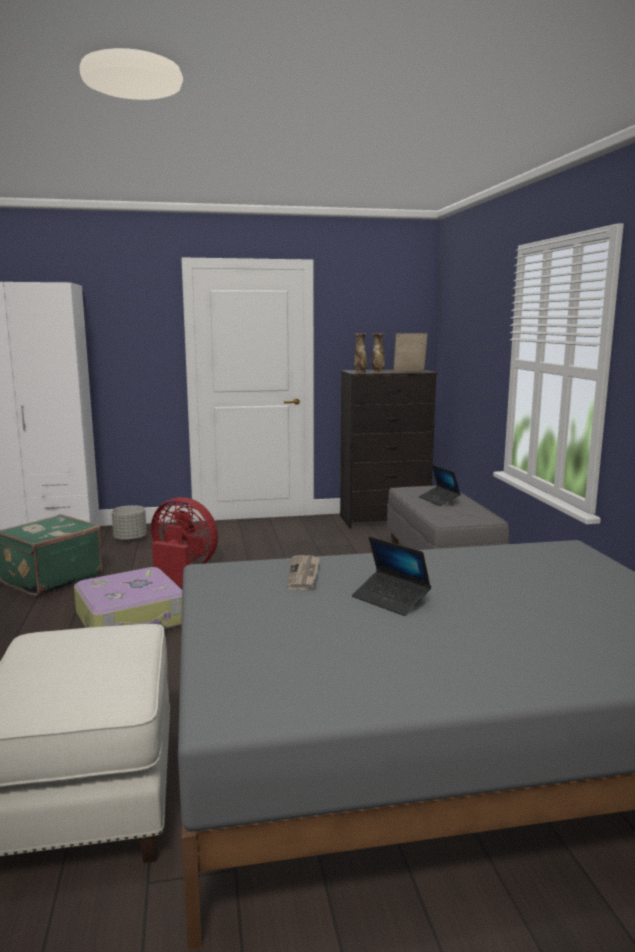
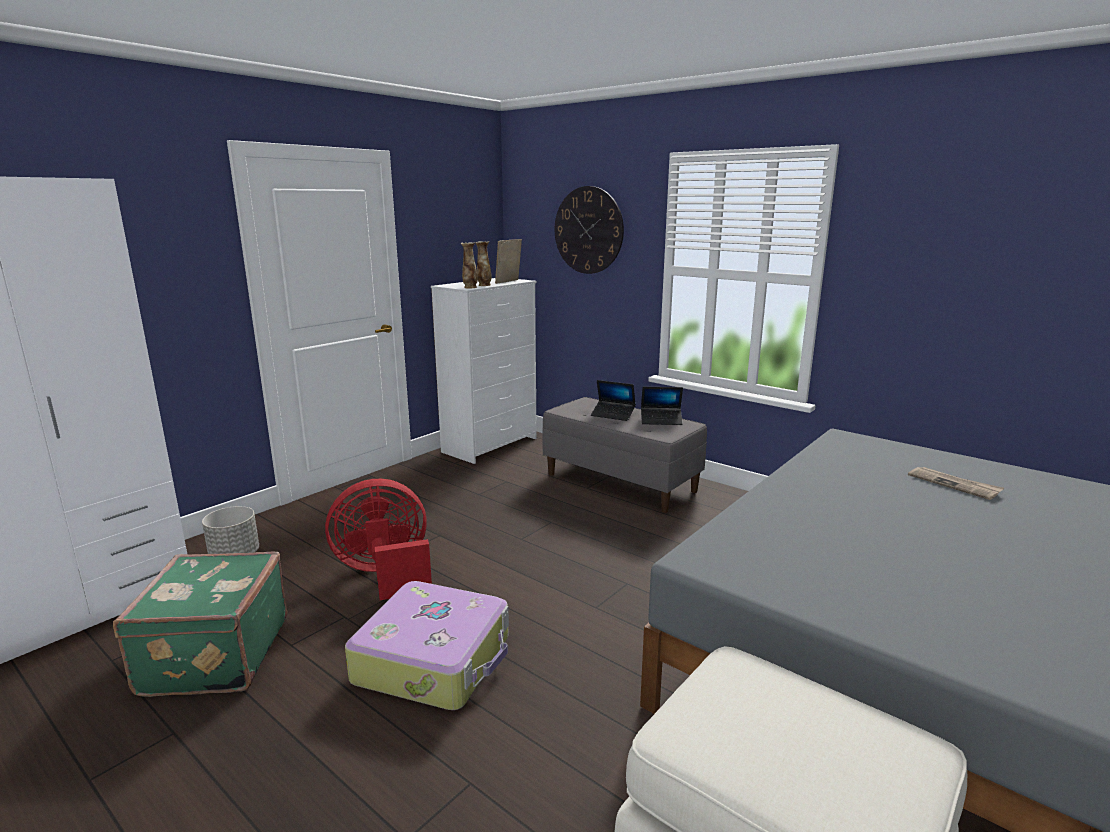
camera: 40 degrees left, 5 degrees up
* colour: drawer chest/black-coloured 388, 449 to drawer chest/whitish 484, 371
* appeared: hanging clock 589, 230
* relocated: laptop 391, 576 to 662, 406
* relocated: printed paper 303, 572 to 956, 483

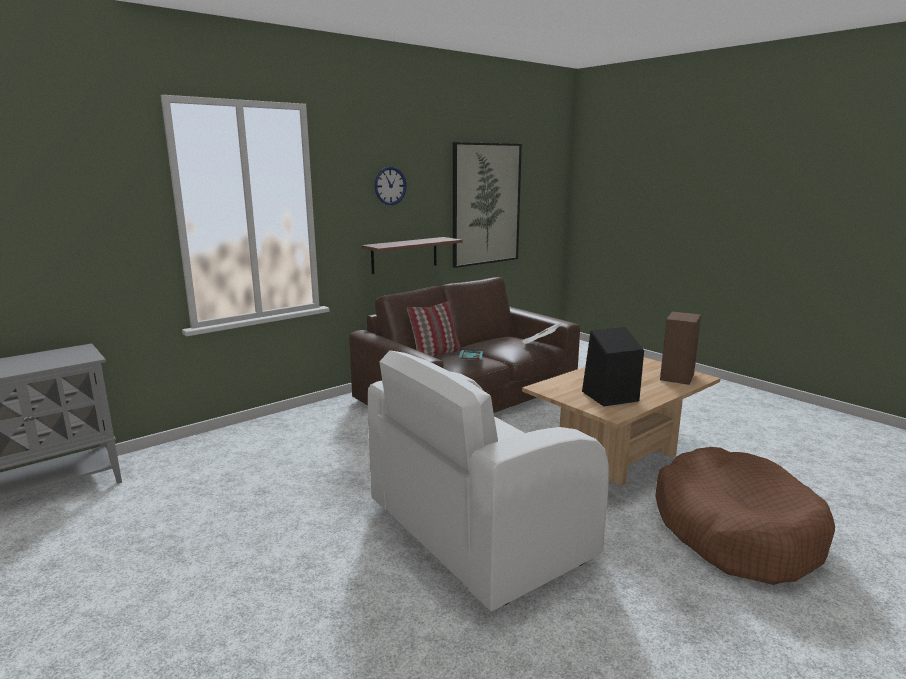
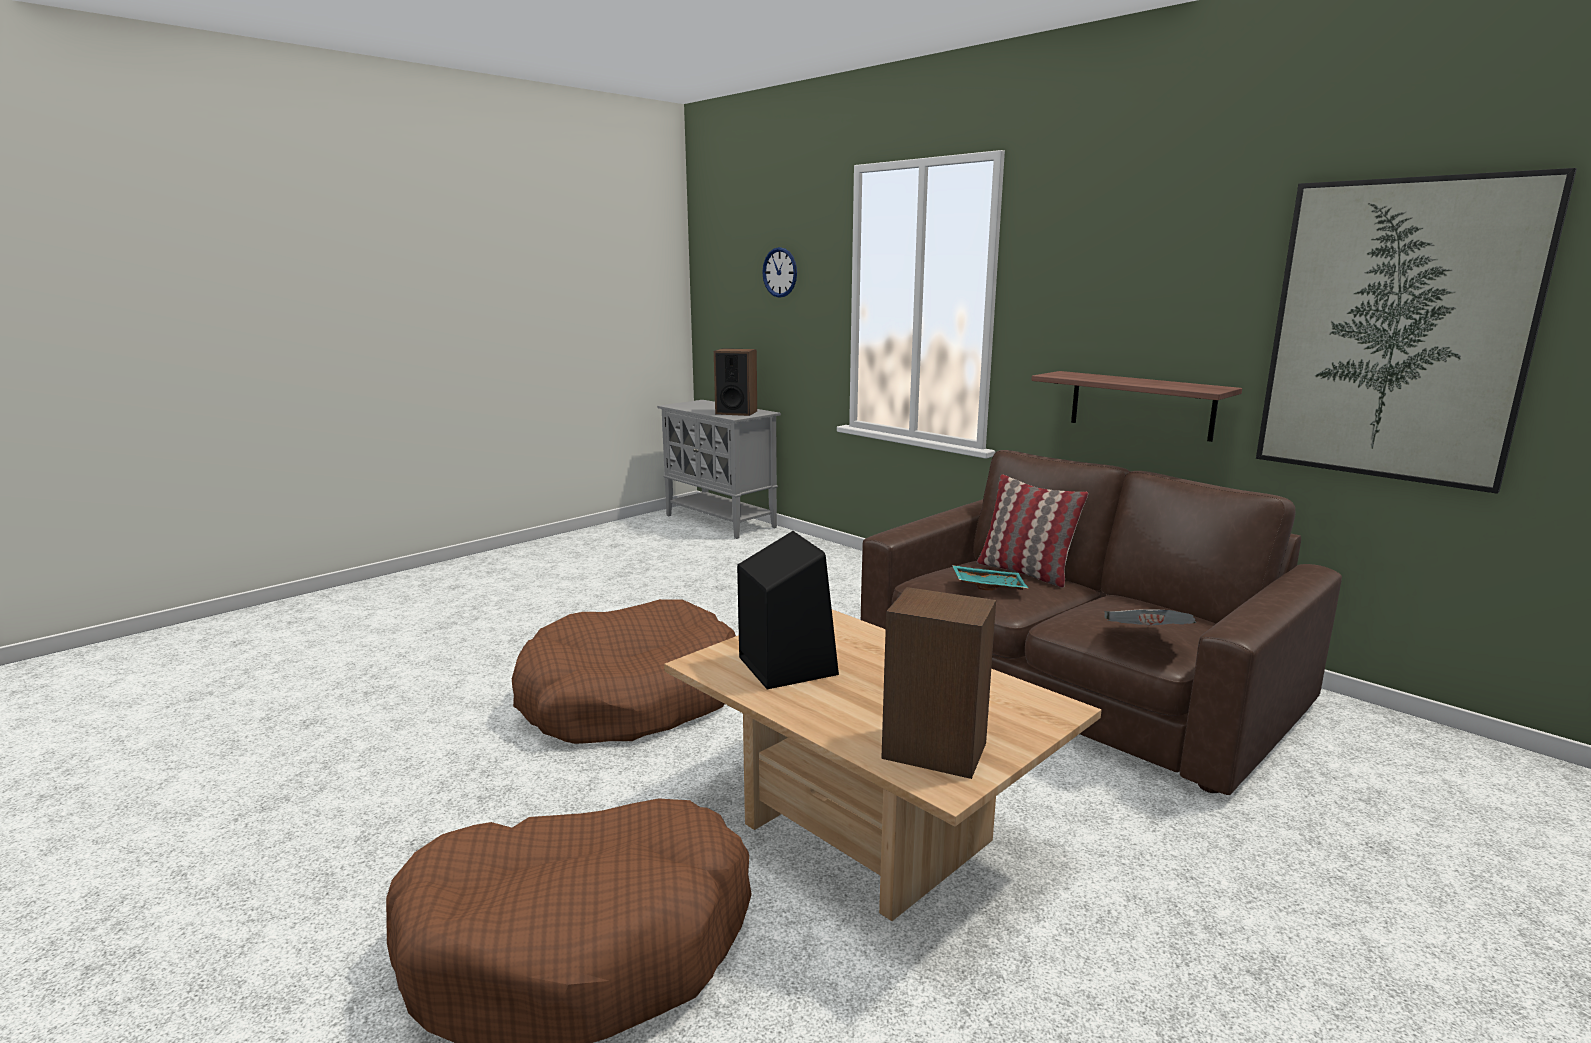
camera: 85 degrees right, 0 degrees up
* exchanged: armchair/whitish 488, 480 to dog bed/brown-coloured 624, 671
* appeared: speaker 735, 382
* relocated: hanging clock 390, 186 to 779, 272

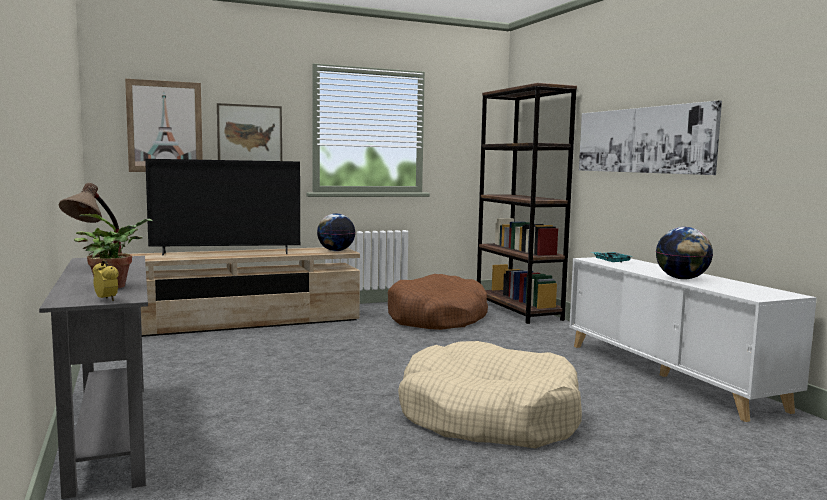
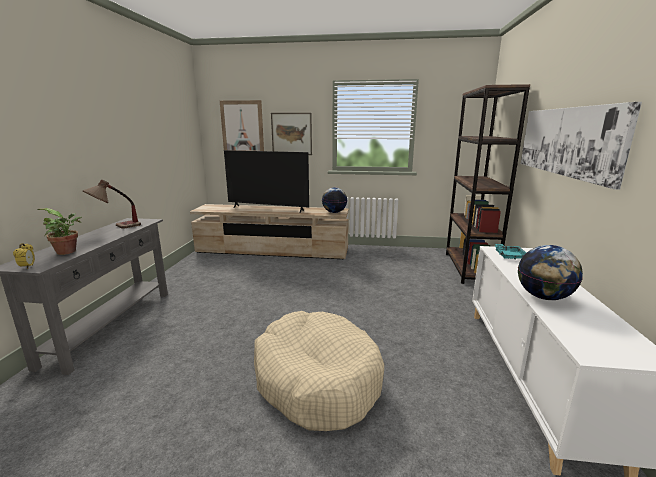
camera: 30 degrees right, 10 degrees up
* missing: dog bed/brown-coloured 438, 302

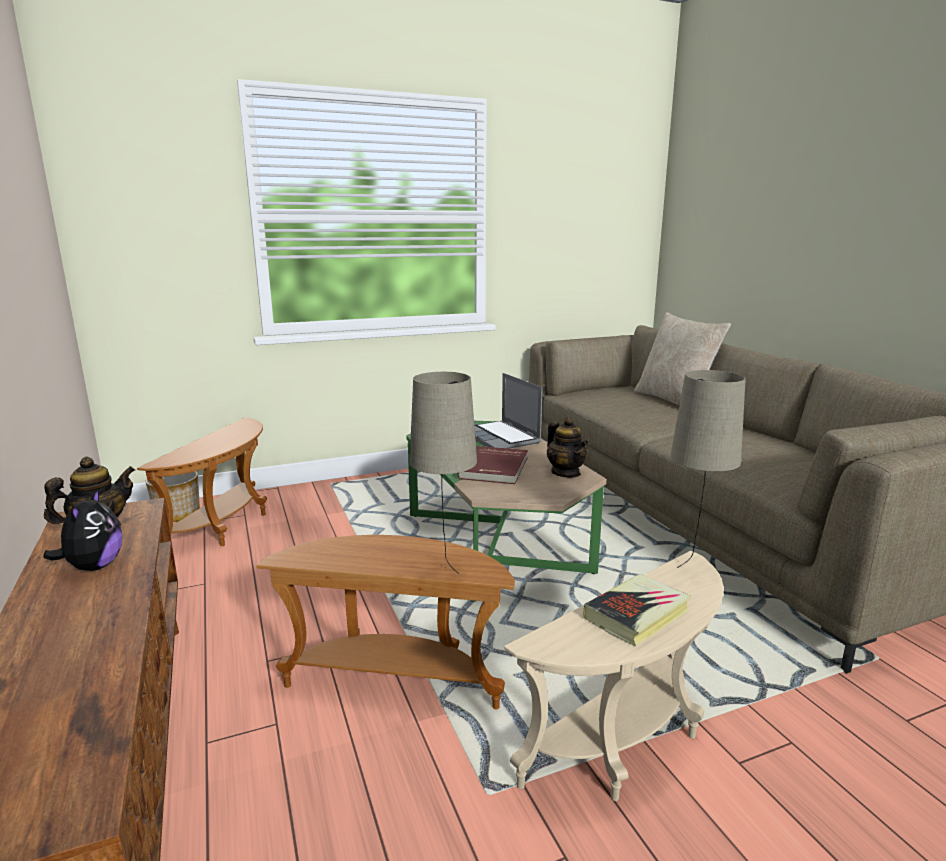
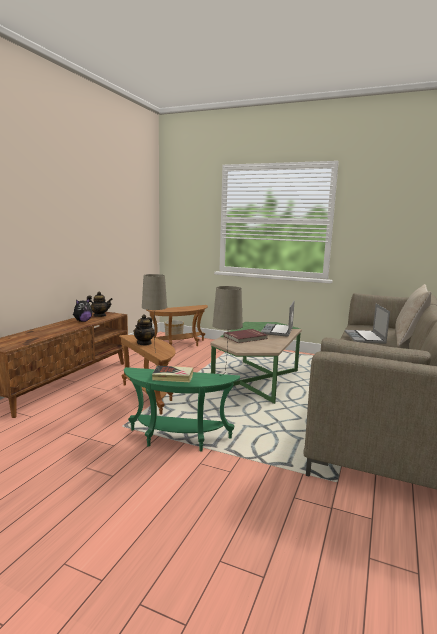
camera: 45 degrees right, 5 degrees down
* colour: accent table/sand-coloured 613, 676 to accent table/green-coloured 182, 409
* relocated: tea pot 568, 447 to 144, 329
* appeared: laptop 367, 324

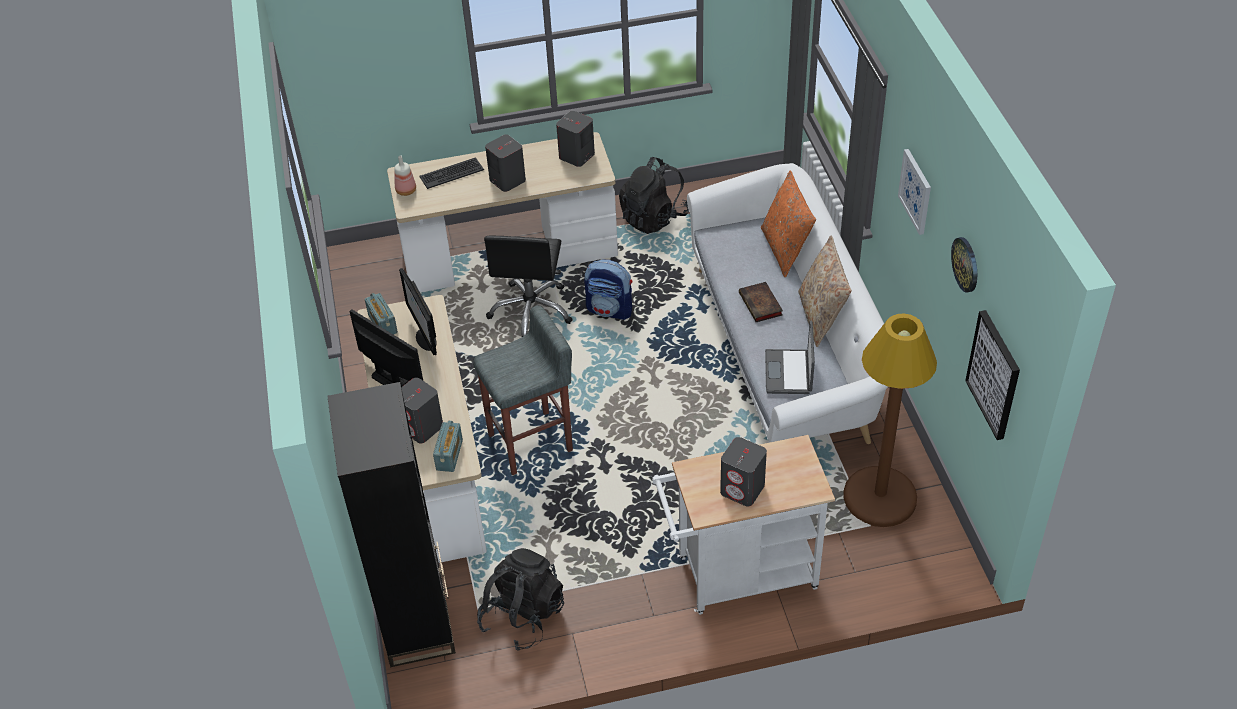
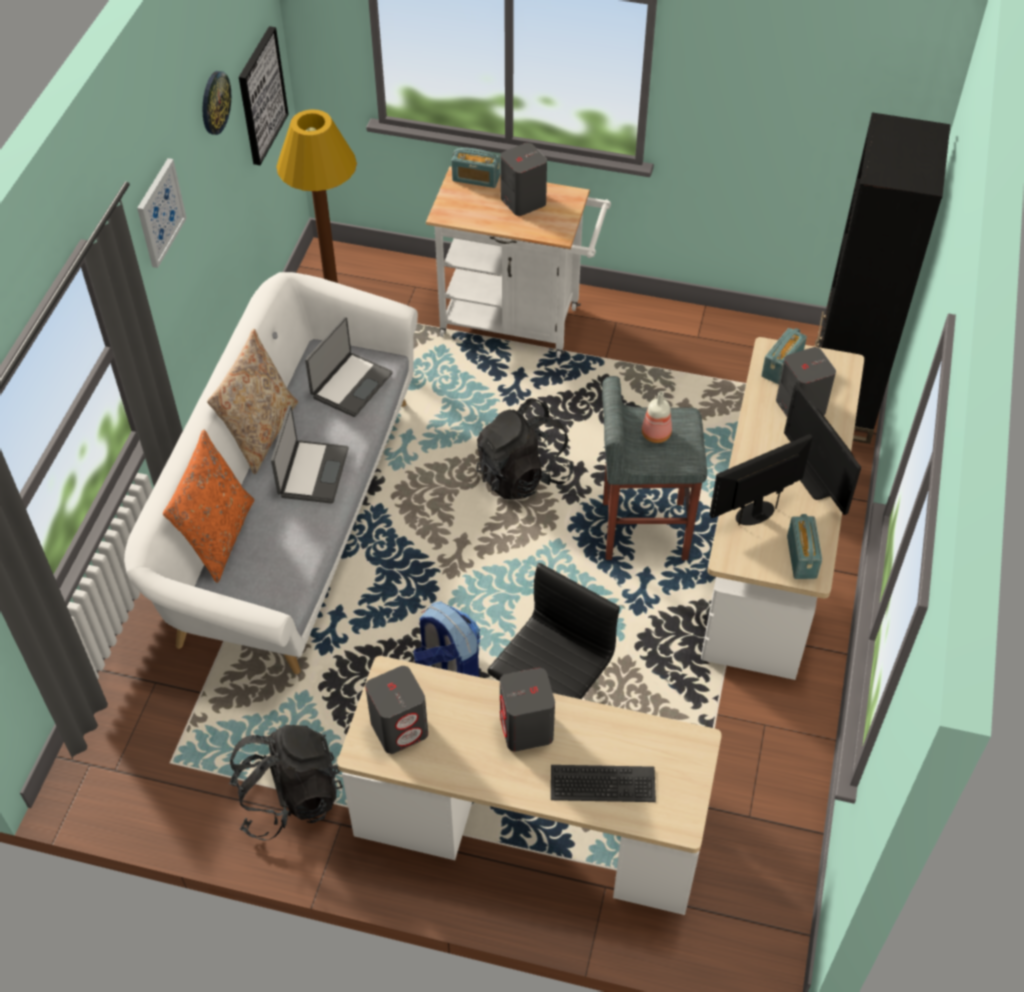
camera: 155 degrees left, 5 degrees up
* exchanged: bound book 761, 302 to laptop 310, 455
* appeared: radio receiver 476, 168
* relocated: rucksack/black-coloured 520, 599 to 525, 448
* relocated: drink bottle 405, 175 to 657, 417
* spun: computer screen 418, 311 = 761, 479 120 degrees counterclockwise

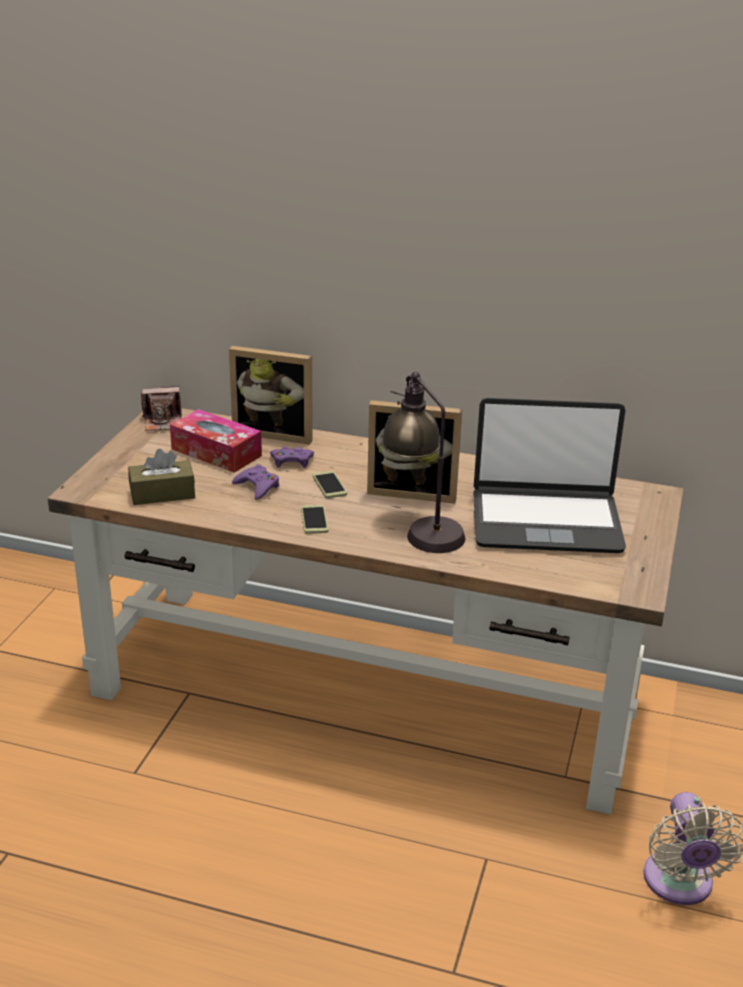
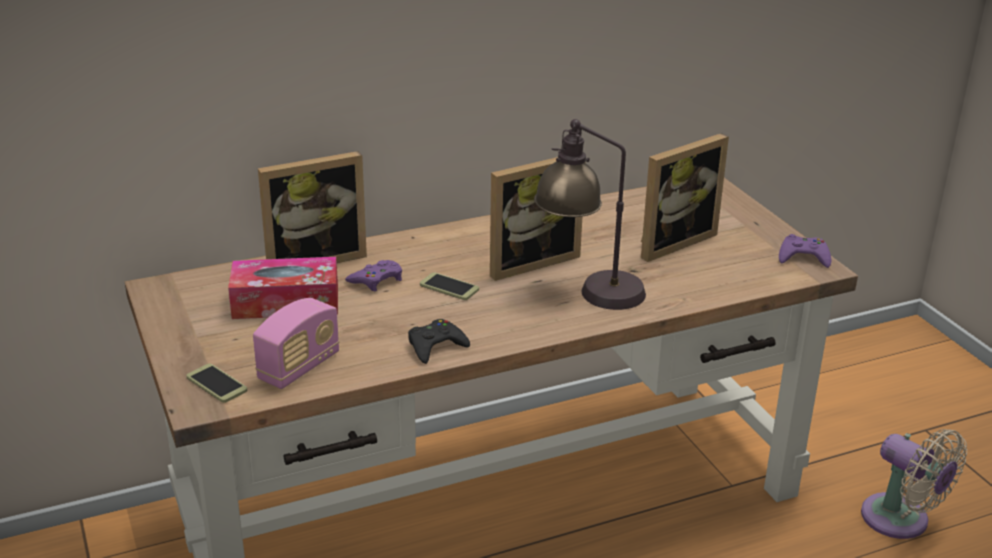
camera: 40 degrees left, 0 degrees up
* relocated: handset 314, 519 to 216, 383
* exchanged: tissue holder/brown-coloured 161, 477 to radio receiver 296, 343
* appeared: joypad/black-coloured 439, 341
* exchanged: laptop 549, 475 to standing frame 685, 197
* relocated: joypad/purple-coloured 255, 482 to 805, 251
* missing: photo camera 161, 408

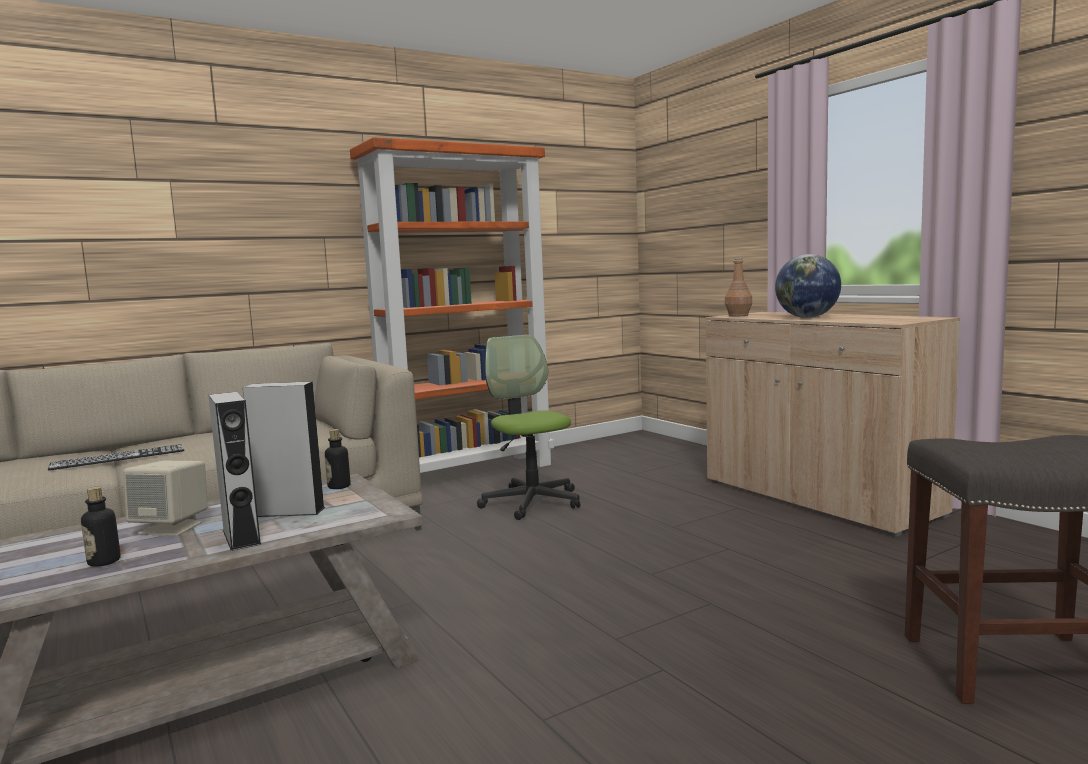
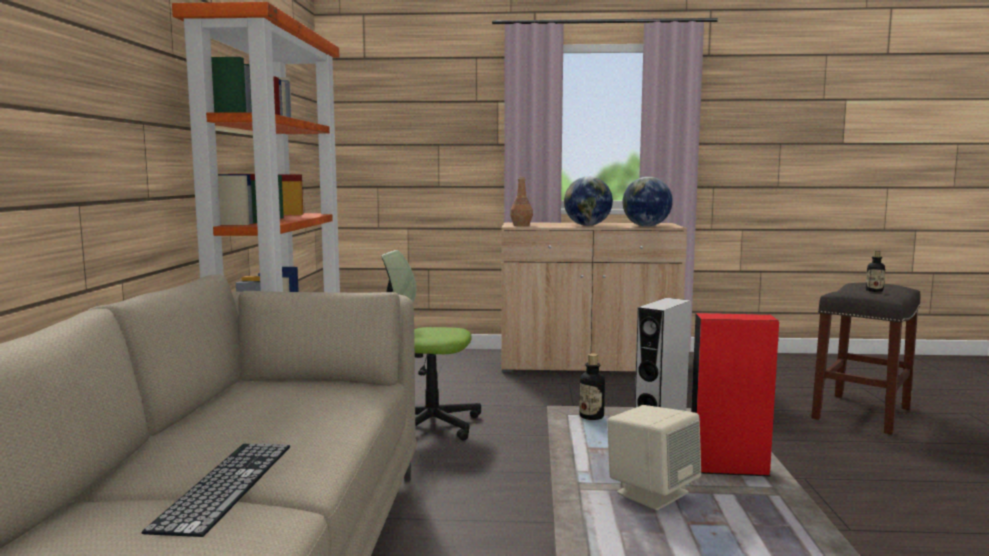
camera: 55 degrees left, 0 degrees up
* appeared: world globe 648, 202
* colour: speaker/greyish 235, 471 to speaker/reddish 735, 395
* relocated: drink bottle 101, 527 to 875, 271

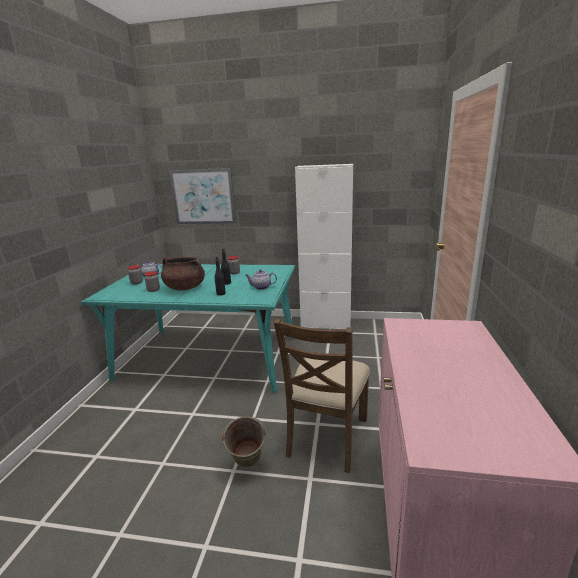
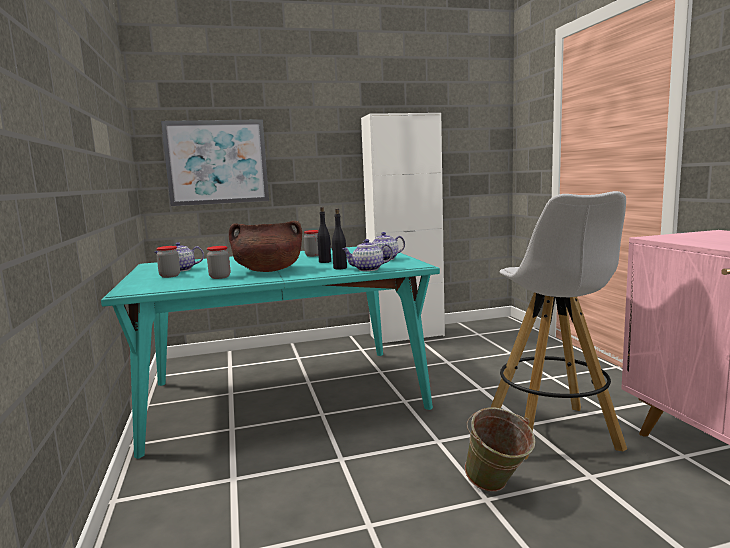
camera: 25 degrees left, 10 degrees down
* appeared: tea pot 367, 255
* exchanged: upright chair/brown-coloured 322, 396 to stool/whitish 558, 325

